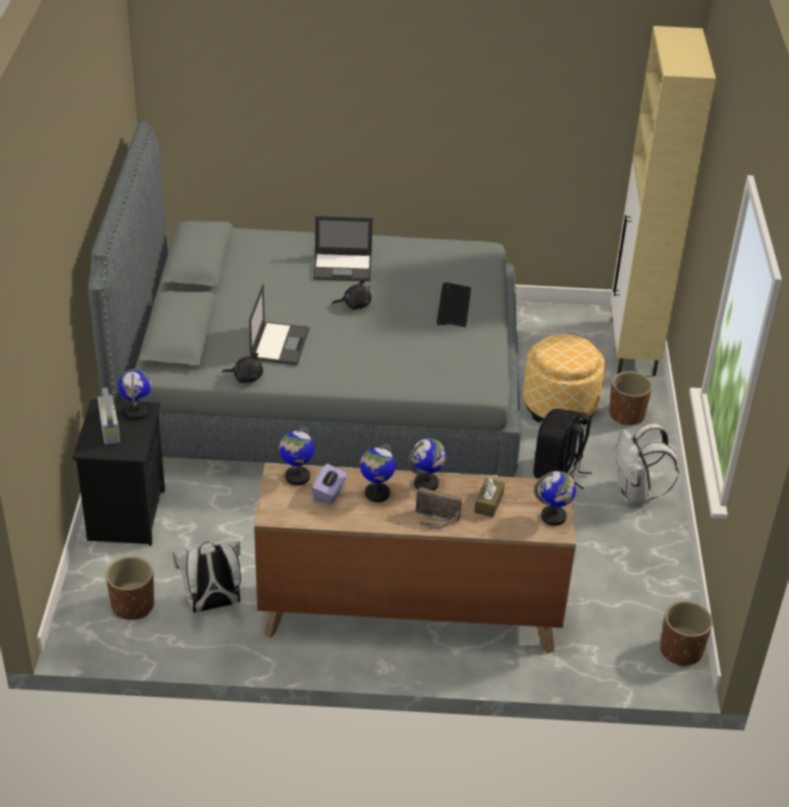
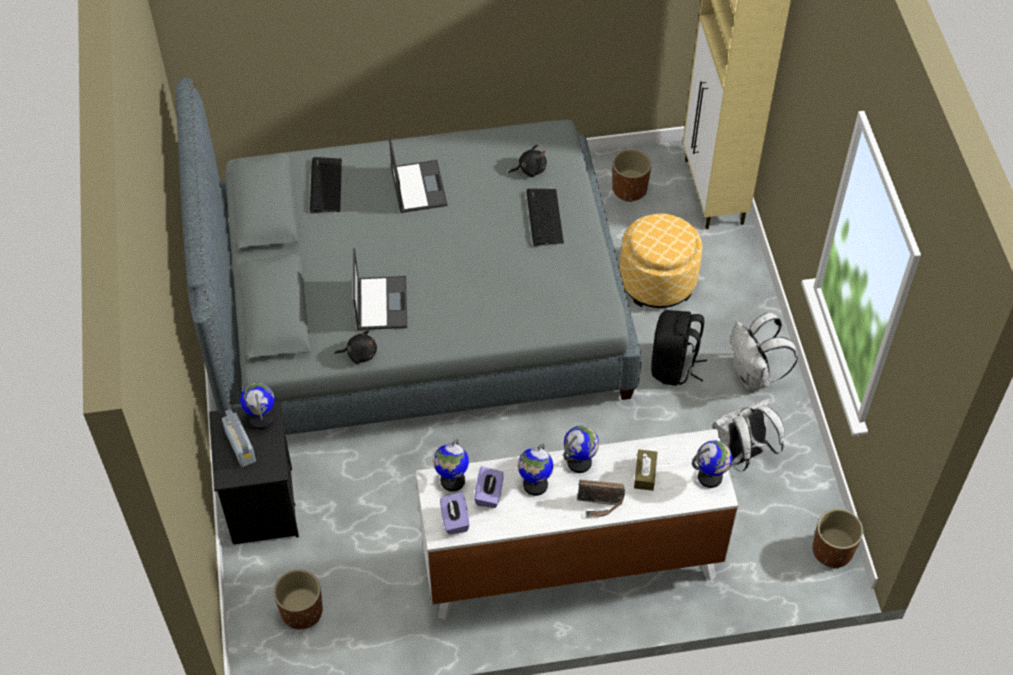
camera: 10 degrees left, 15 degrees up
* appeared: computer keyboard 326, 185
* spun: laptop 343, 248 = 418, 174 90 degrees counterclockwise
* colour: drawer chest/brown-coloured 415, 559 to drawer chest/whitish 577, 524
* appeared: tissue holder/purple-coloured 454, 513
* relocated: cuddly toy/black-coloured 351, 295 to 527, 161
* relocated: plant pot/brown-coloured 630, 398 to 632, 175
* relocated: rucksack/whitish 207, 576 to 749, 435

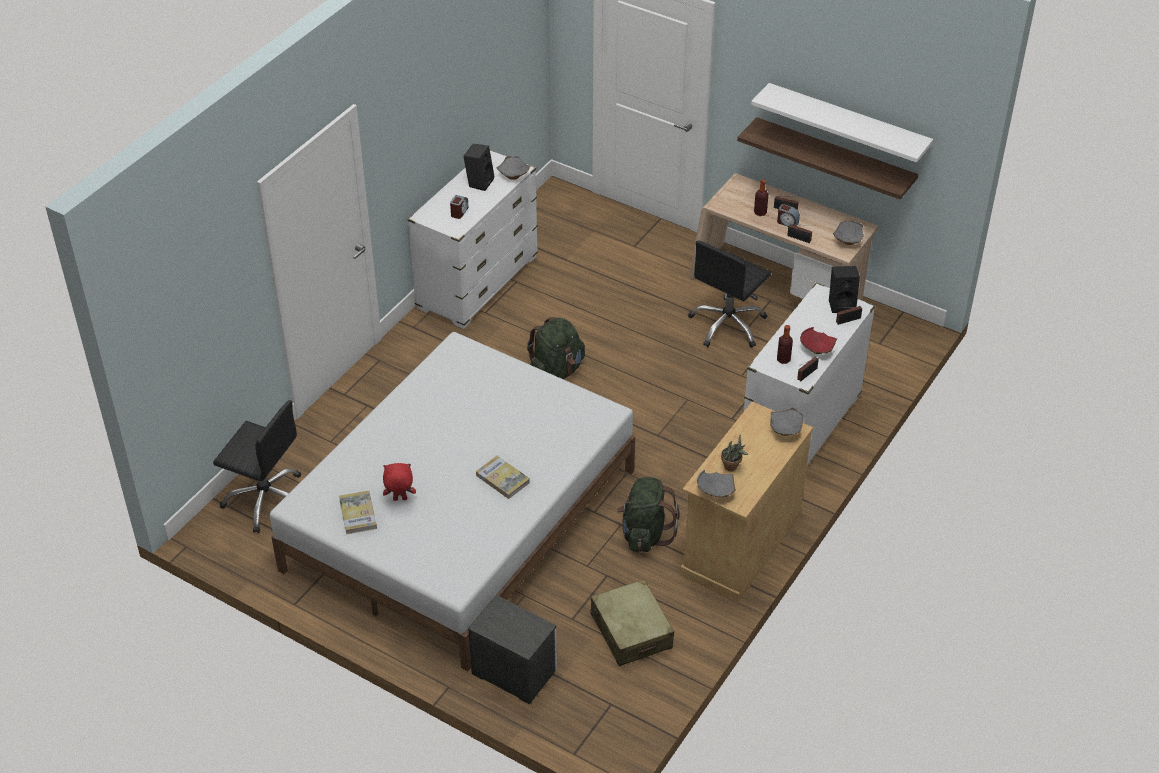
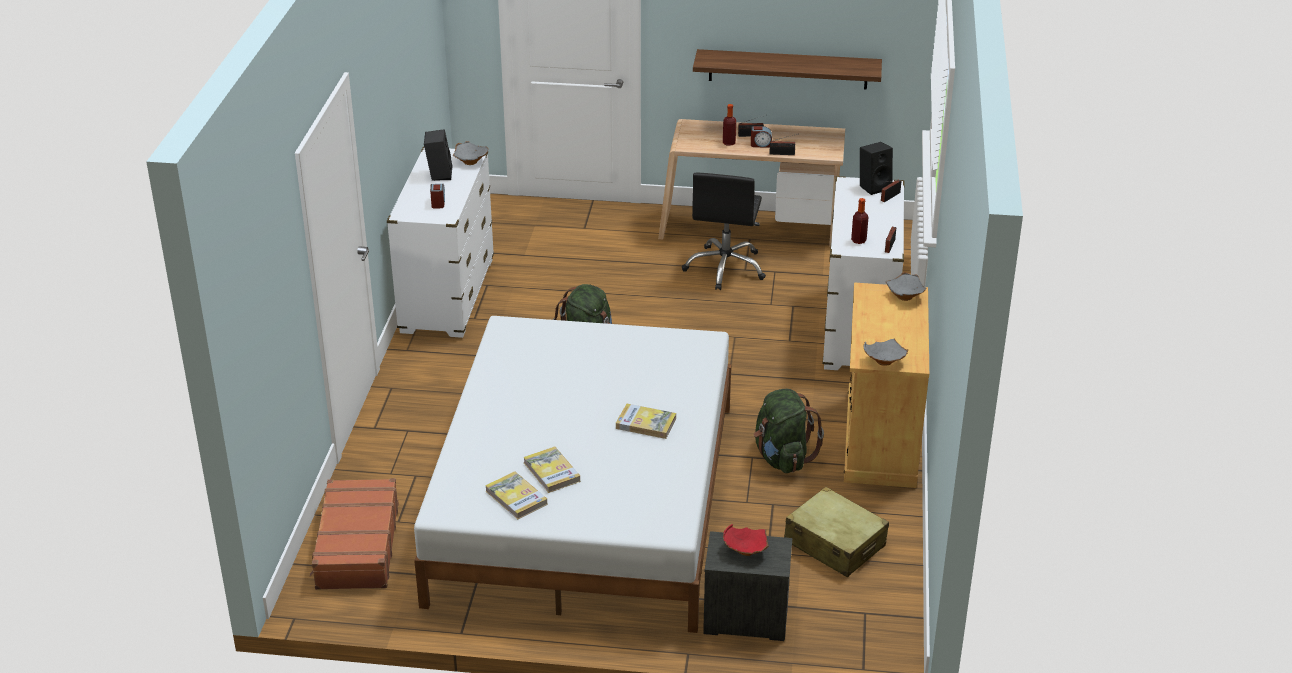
camera: 25 degrees left, 10 degrees down
* exchanged: office chair/black-coloured 257, 466 to travel case/brown-coloured 354, 534
* exchanged: cuddly toy/reddish 399, 482 to bound book 551, 469
* relocated: serving bowl/reddish 818, 340 to 745, 540
* missing: houseplant 734, 453
* missing: wall shelf/whitish 842, 123
* missing: serving bowl/greyish 848, 232

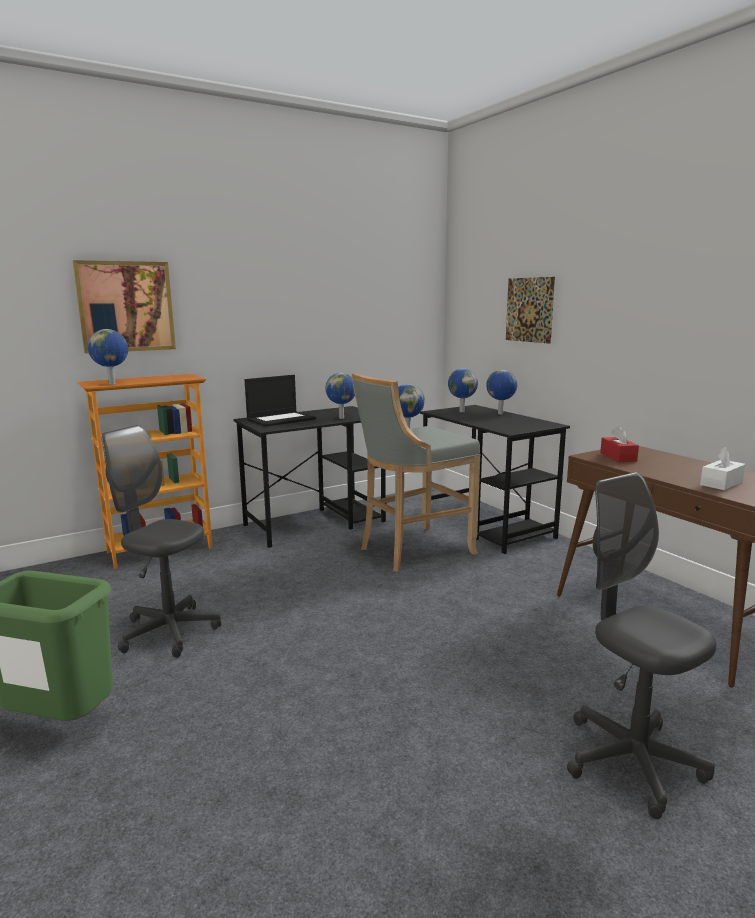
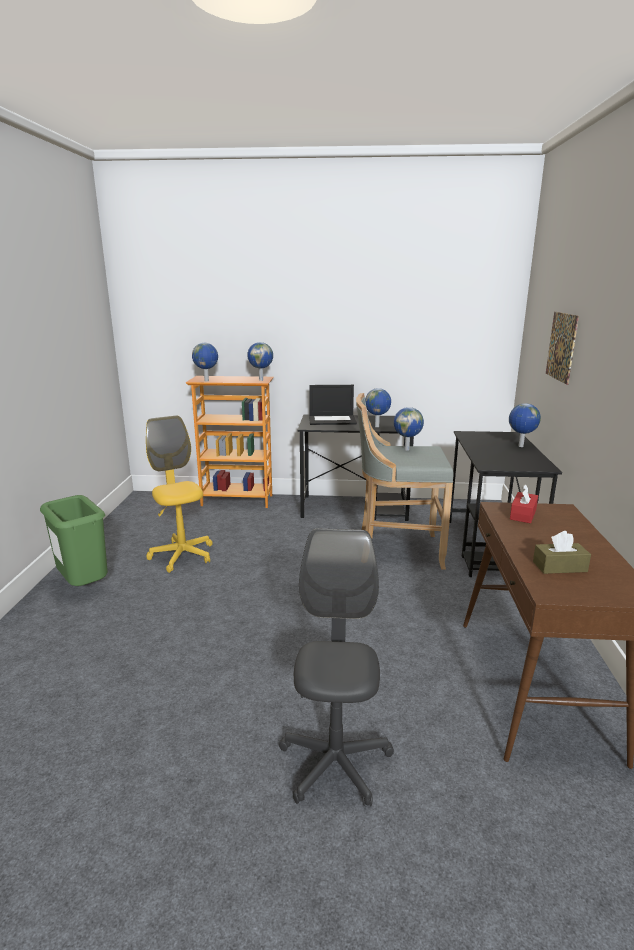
camera: 35 degrees right, 5 degrees up
* colour: office chair/greyish 161, 541 to office chair/yellowish 179, 494
* relocated: world globe 463, 390 to 260, 361
* colour: tissue holder/whitish 722, 468 to tissue holder/brown-coloured 562, 552
* missing: wall art 124, 307

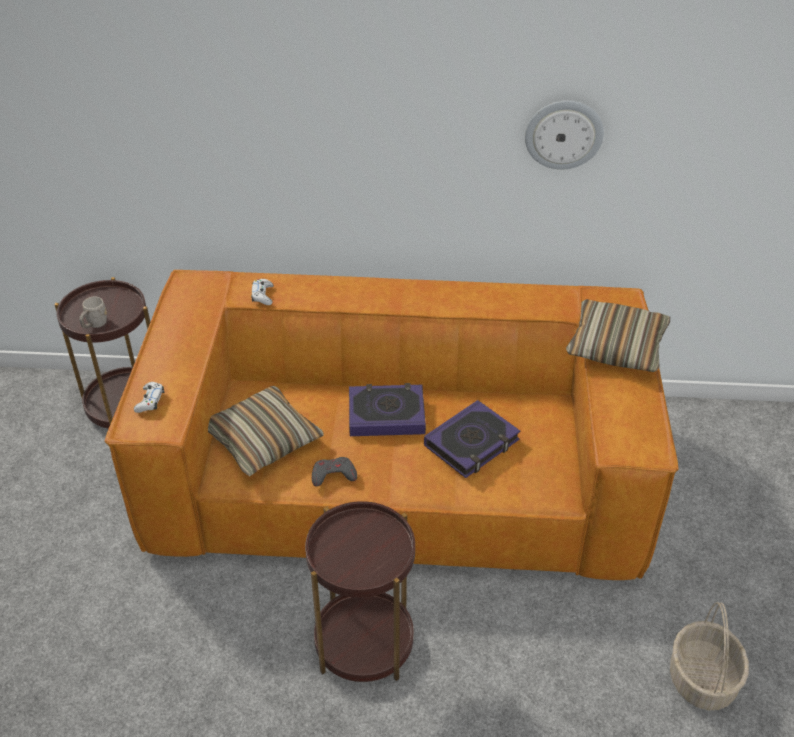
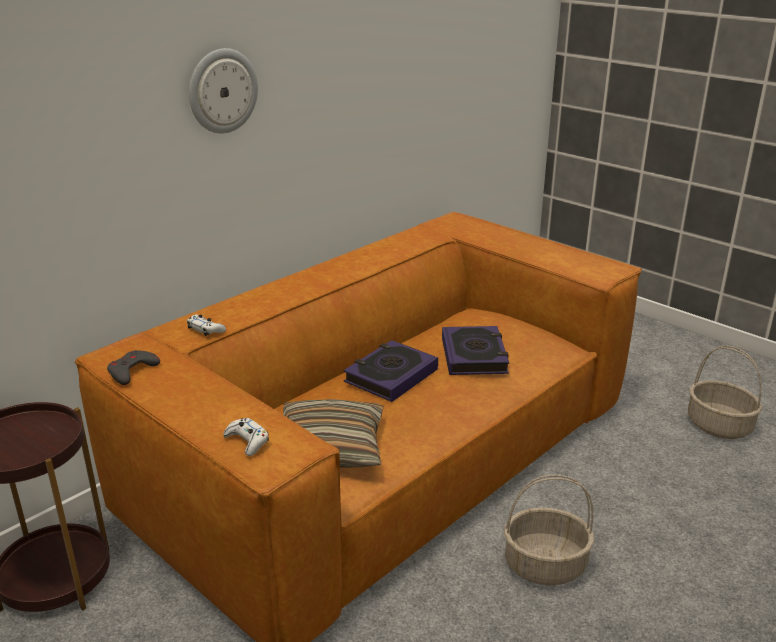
camera: 50 degrees left, 15 degrees down
* relocated: joypad/greyish 334, 471 to 133, 367
* relocated: hanging clock 564, 135 to 223, 91
* exchanged: accent table/brown-coloured 360, 591 to basket 549, 529
* missing: coffee mug/greyish 93, 312
* missing: throw pillow 618, 335

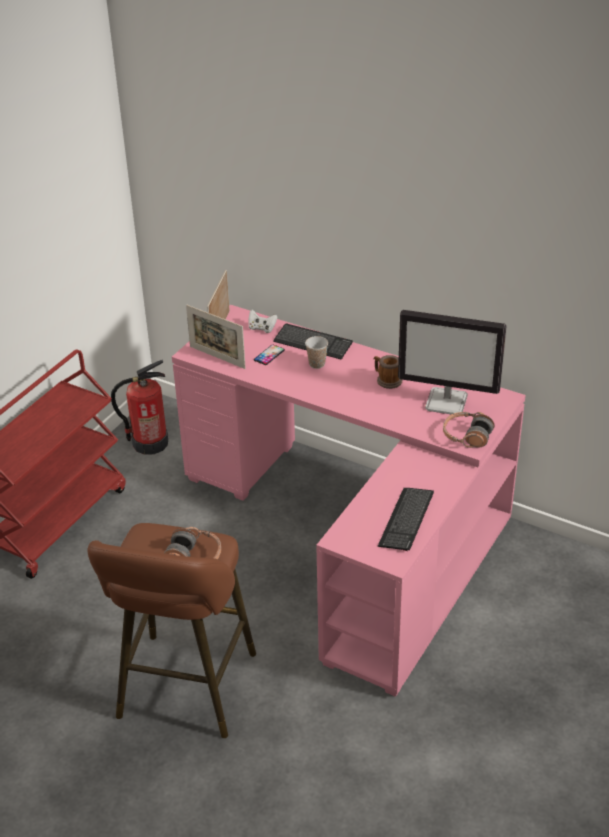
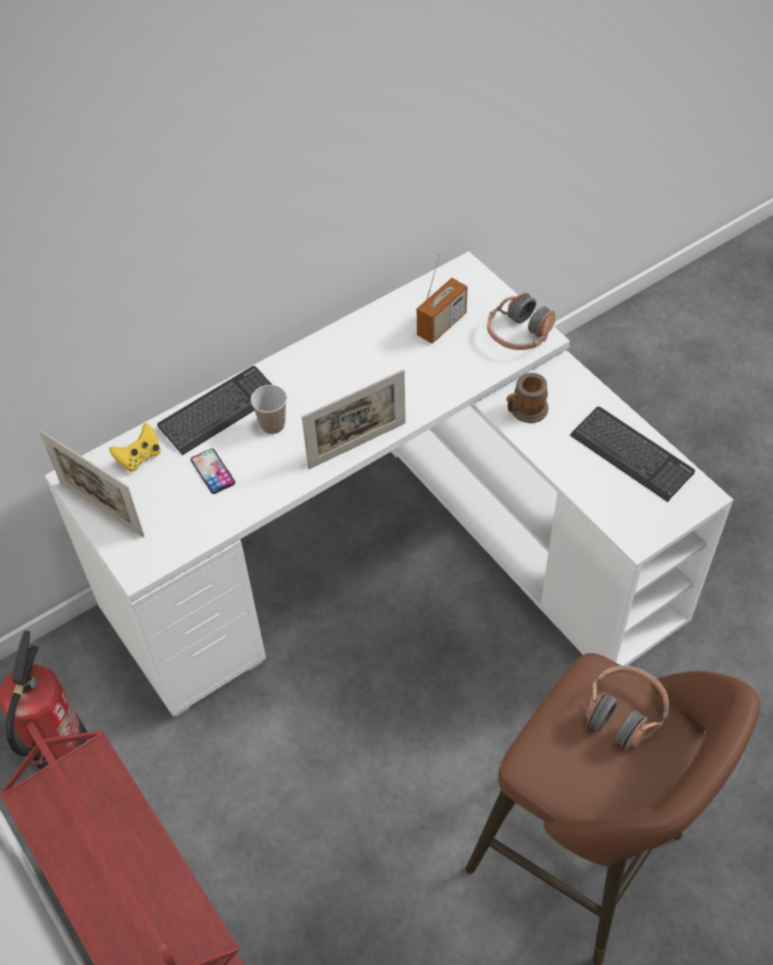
camera: 65 degrees left, 15 degrees up
* colour: desk unit/pink 349, 501 to desk unit/whitish 389, 484
* colour: joypad/whitish 263, 321 to joypad/yellowish 135, 447
* relocated: standing frame 216, 337 to 354, 419
* exchanged: computer screen 452, 362 to radio receiver 442, 299
* relocated: coffee mug 388, 372 to 527, 398

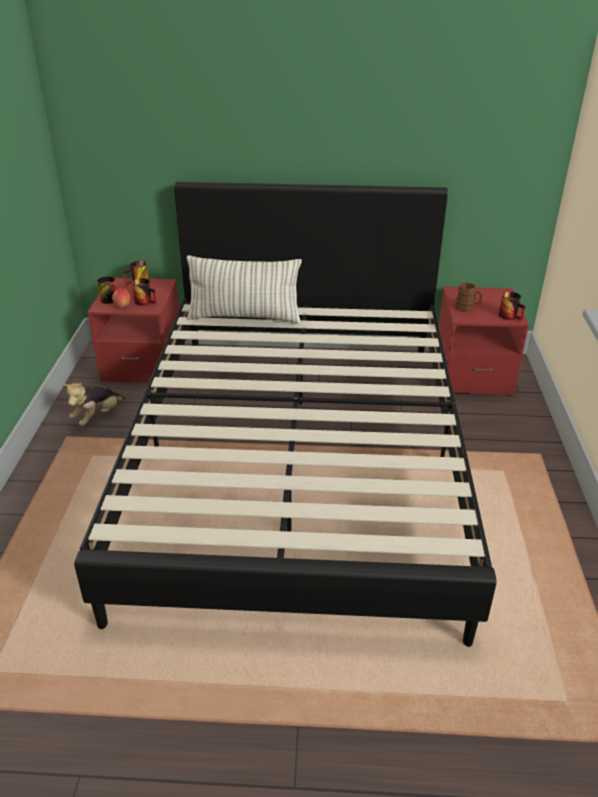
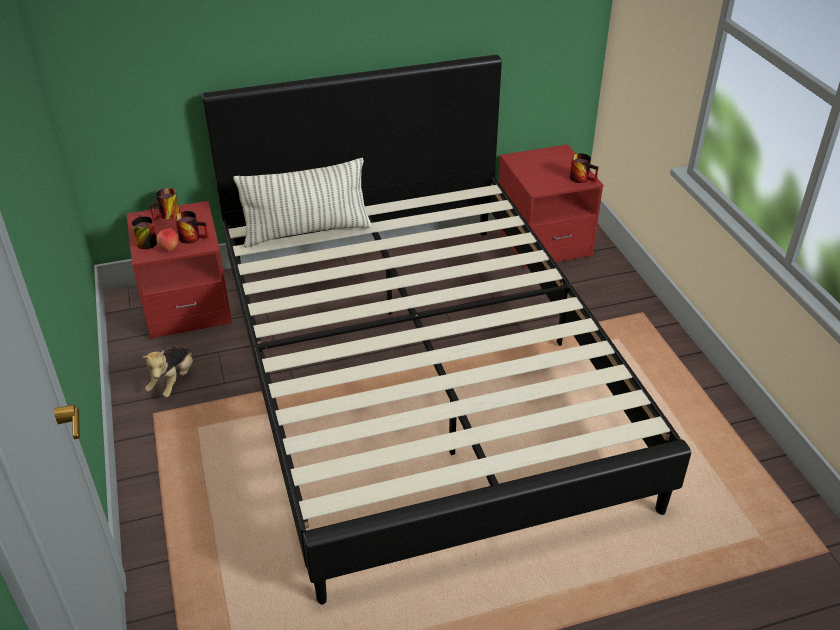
camera: 20 degrees left, 5 degrees up
* missing: coffee mug/brown-coloured 468, 297

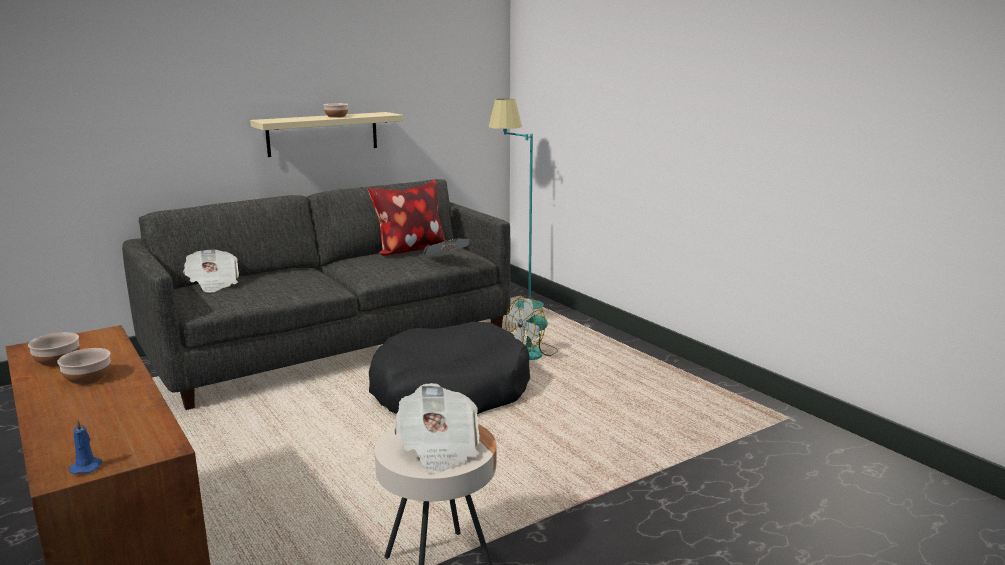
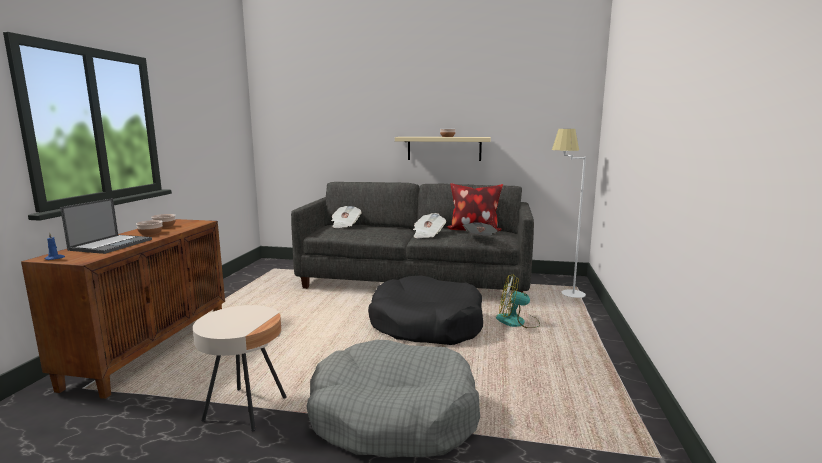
camera: 45 degrees right, 5 degrees down
* appeared: laptop 106, 226
* appeared: dog bed/greyish 393, 399
* relocated: printed paper 437, 428 to 429, 225
* colour: standard lamp/turquoise 516, 204 to standard lamp/whitish 569, 213

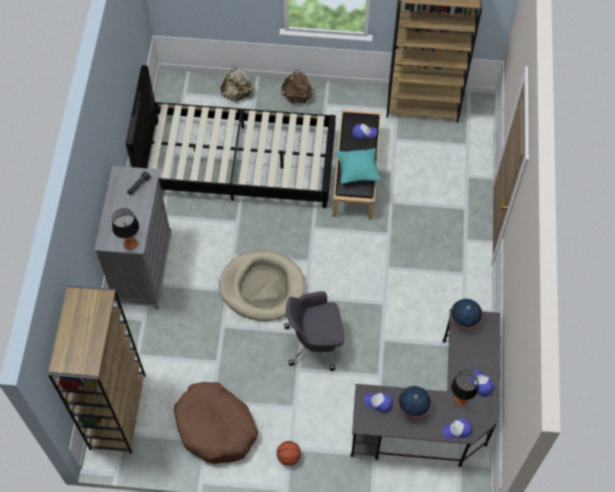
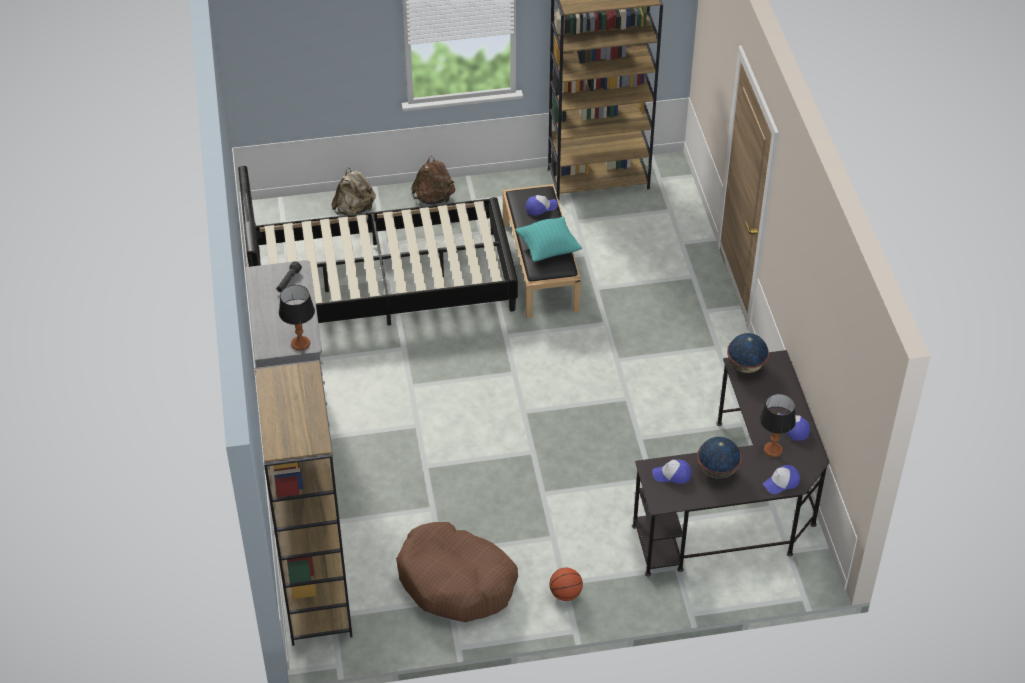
camera: 15 degrees left, 15 degrees down
* missing: dog bed/sand-coloured 262, 286
* missing: office chair/greyish 314, 331

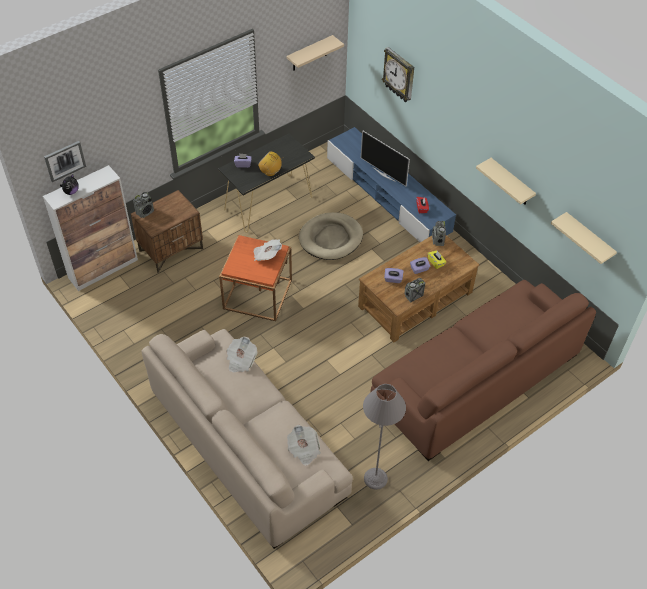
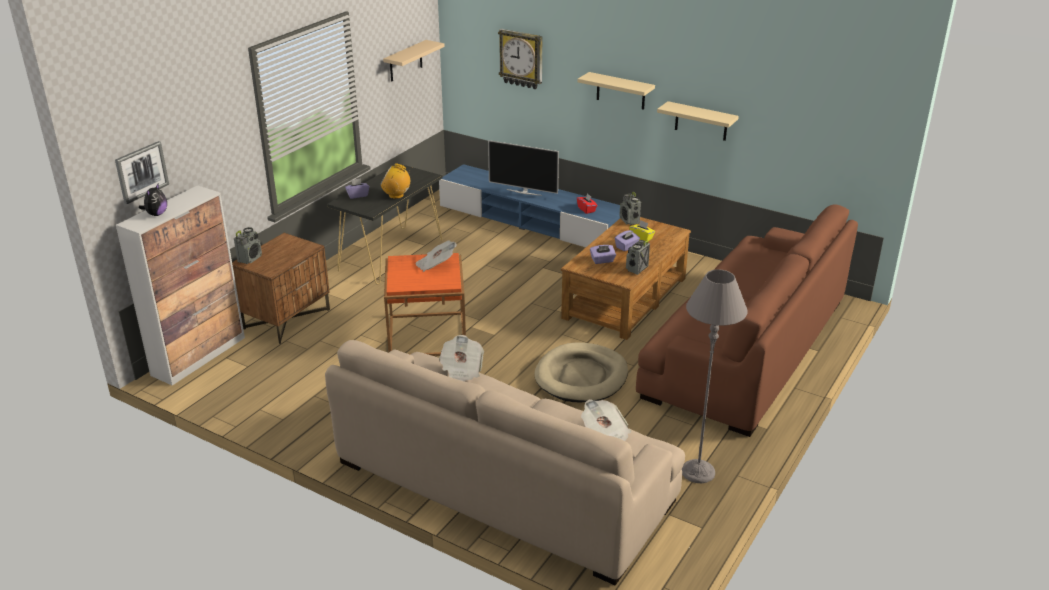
camera: 20 degrees left, 20 degrees down
* relocated: dog bed/sand-coloured 331, 236 to 581, 372
* relocated: wall shelf/sand-coloured 584, 238 to 616, 91

